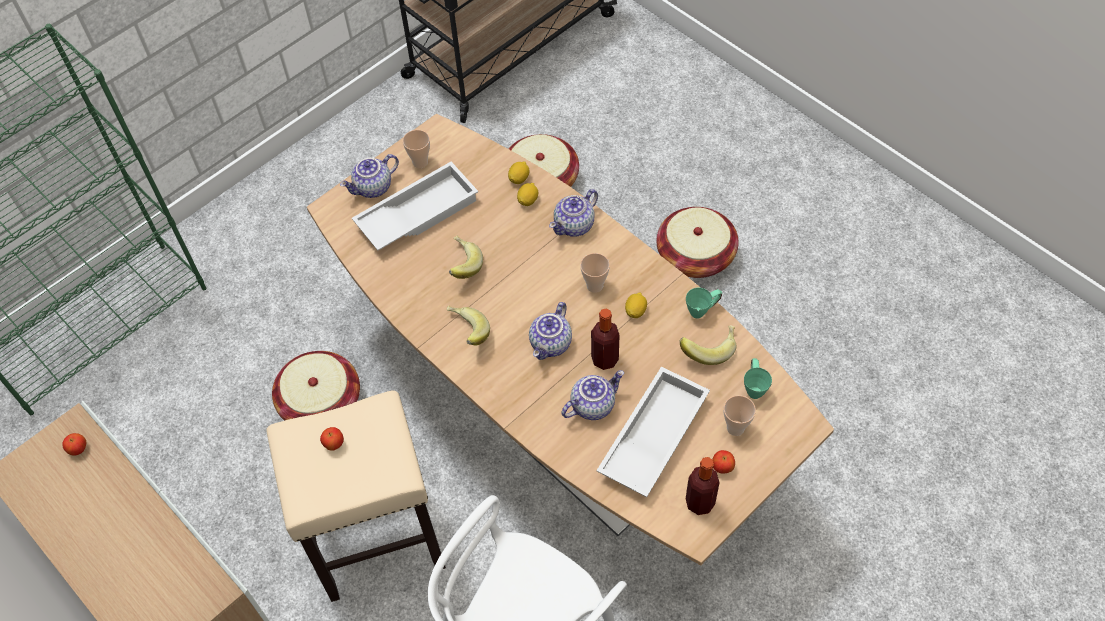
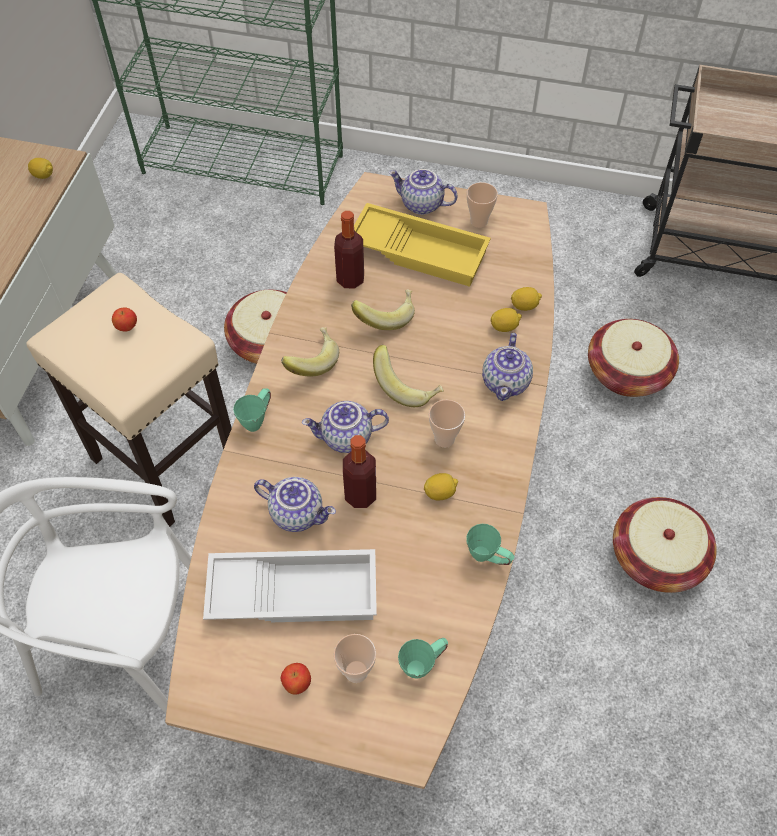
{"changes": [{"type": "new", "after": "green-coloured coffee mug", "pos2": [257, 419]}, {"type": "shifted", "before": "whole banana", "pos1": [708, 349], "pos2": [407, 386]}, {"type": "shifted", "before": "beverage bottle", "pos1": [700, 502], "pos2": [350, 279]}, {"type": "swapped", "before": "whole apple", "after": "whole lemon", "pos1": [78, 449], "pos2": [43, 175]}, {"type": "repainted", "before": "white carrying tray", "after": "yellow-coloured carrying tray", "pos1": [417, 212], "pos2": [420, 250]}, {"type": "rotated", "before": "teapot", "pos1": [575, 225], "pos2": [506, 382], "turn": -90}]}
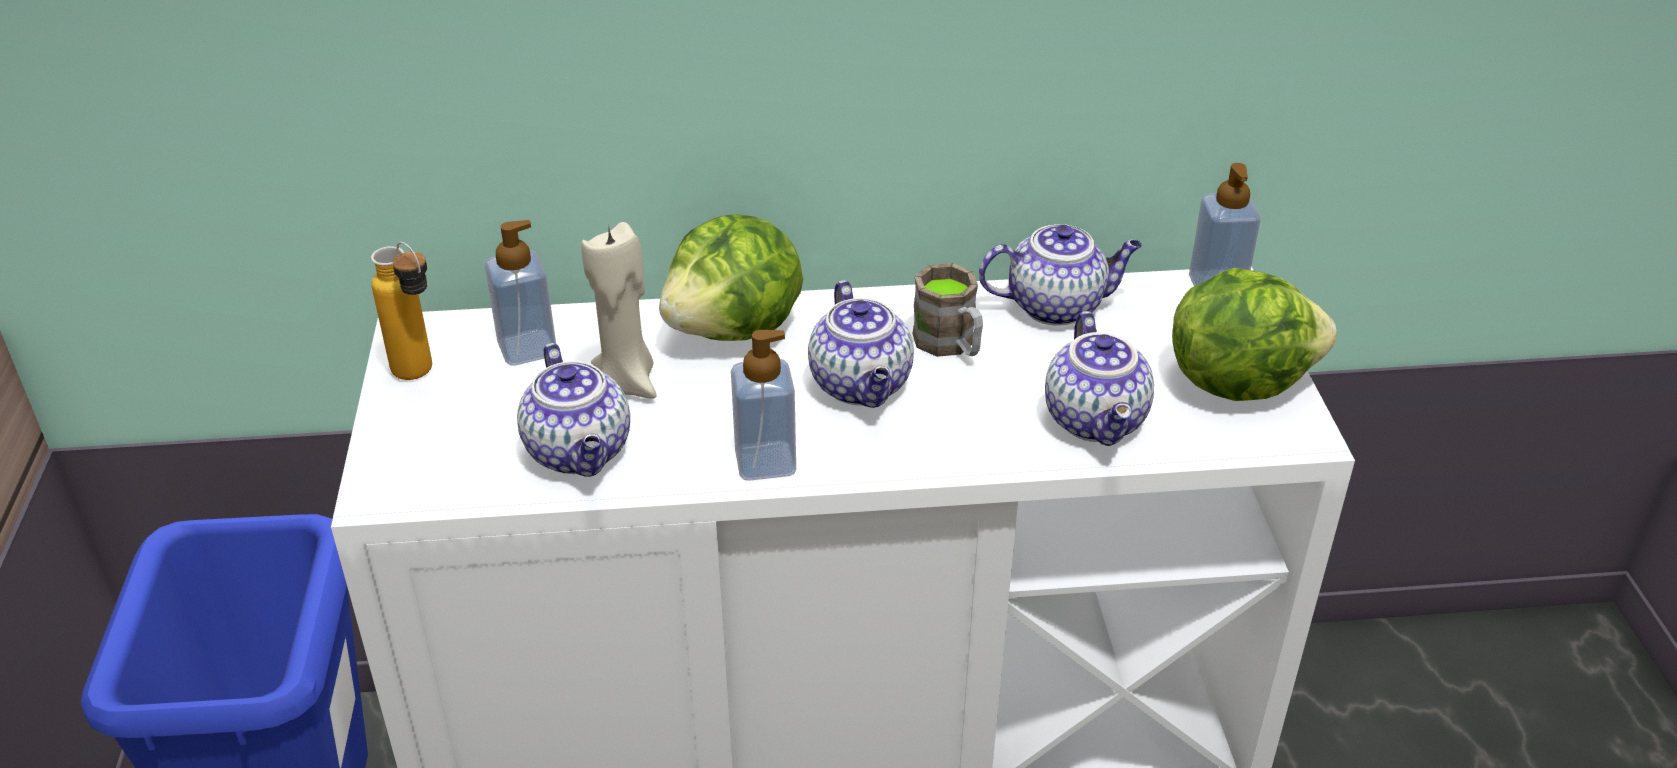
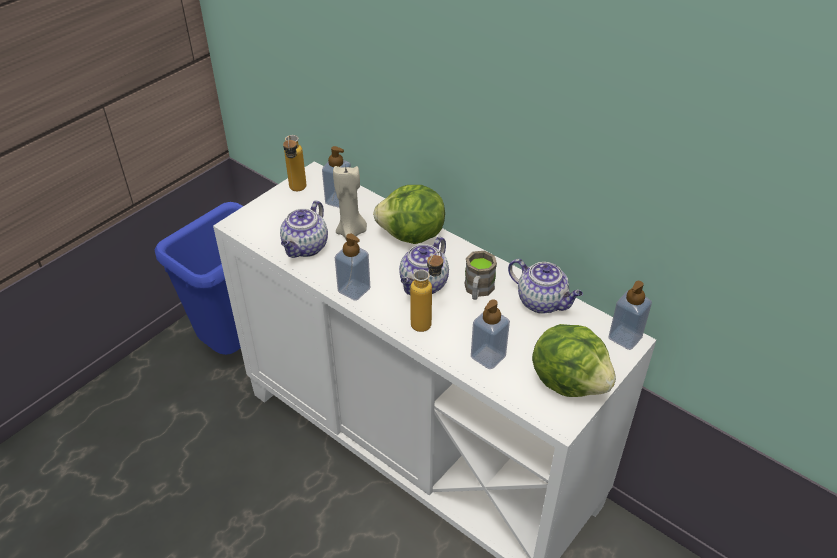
{"changes": [{"type": "new", "after": "beverage bottle", "pos2": [427, 320]}, {"type": "swapped", "before": "teapot", "after": "soap dispenser", "pos1": [1098, 421], "pos2": [488, 357]}]}
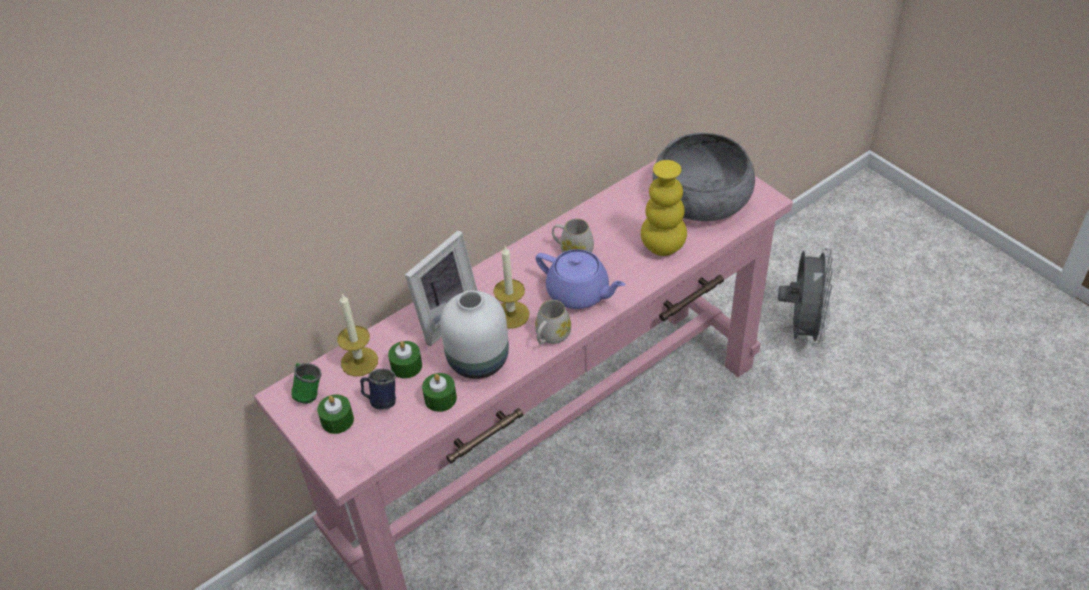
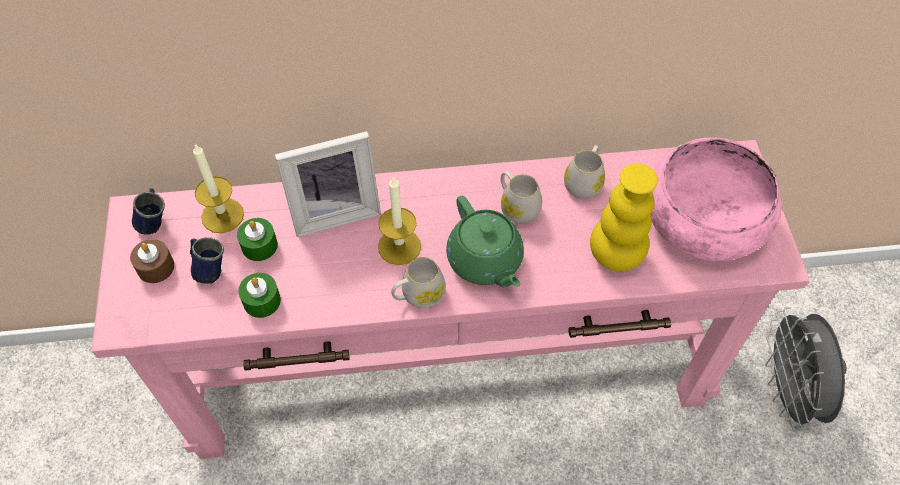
{"changes": [{"type": "gone", "before": "white decorative vase", "pos1": [479, 361]}, {"type": "new", "after": "white coffee mug", "pos2": [584, 182]}, {"type": "repainted", "before": "green-coloured coffee mug", "after": "blue coffee mug", "pos1": [307, 392], "pos2": [154, 221]}, {"type": "repainted", "before": "green-coloured wax light", "after": "brownish wax light", "pos1": [337, 420], "pos2": [155, 267]}, {"type": "repainted", "before": "purple-coloured teapot", "after": "green-coloured teapot", "pos1": [579, 293], "pos2": [485, 261]}, {"type": "repainted", "before": "greyish bowl", "after": "pink bowl", "pos1": [701, 198], "pos2": [704, 219]}, {"type": "rotated", "before": "greyish cooling fan", "pos1": [801, 328], "pos2": [788, 393], "turn": 135}]}
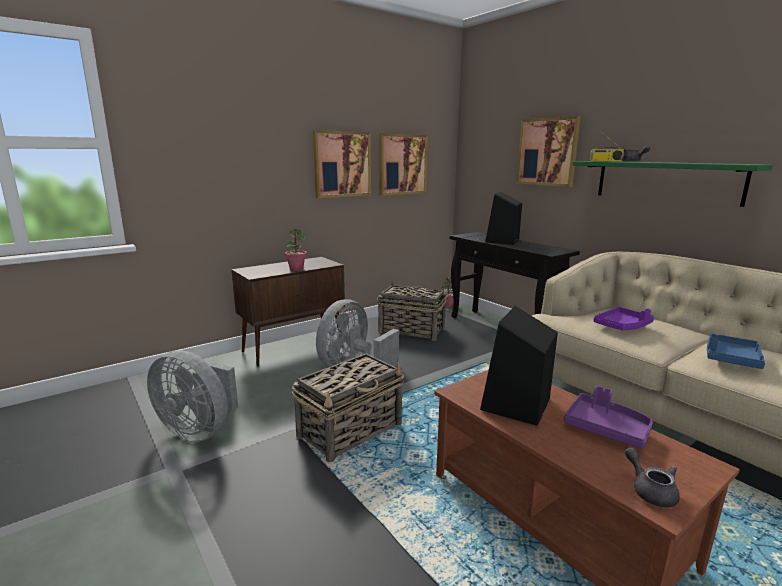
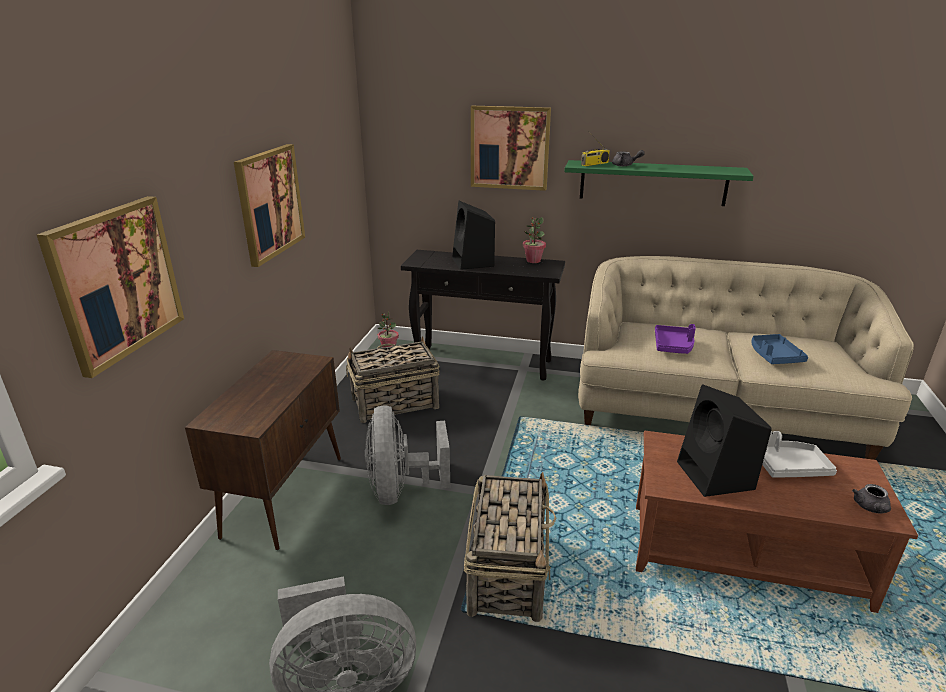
{"changes": [{"type": "shifted", "before": "houseplant", "pos1": [296, 269], "pos2": [533, 261]}, {"type": "shifted", "before": "wall picture", "pos1": [402, 164], "pos2": [116, 282]}, {"type": "repainted", "before": "purple-coloured carrying tray", "after": "greyish carrying tray", "pos1": [606, 429], "pos2": [789, 466]}, {"type": "rotated", "before": "greyish teapot", "pos1": [650, 490], "pos2": [871, 508], "turn": -105}]}
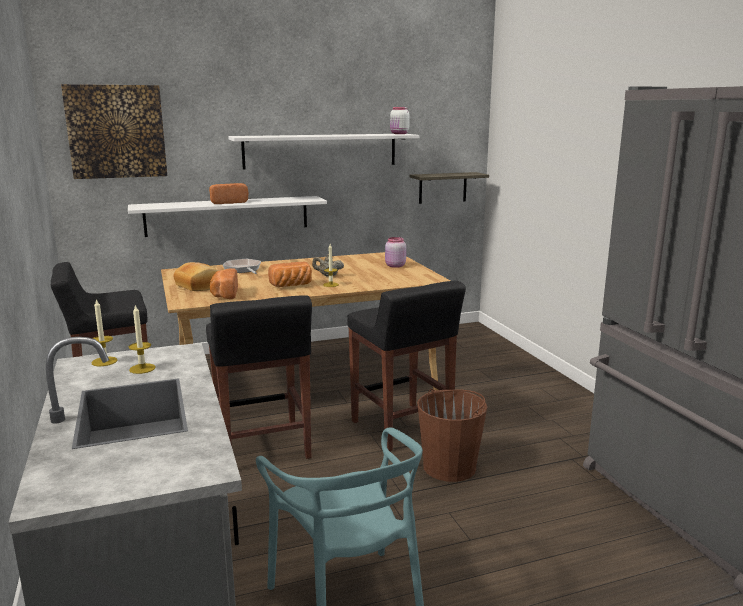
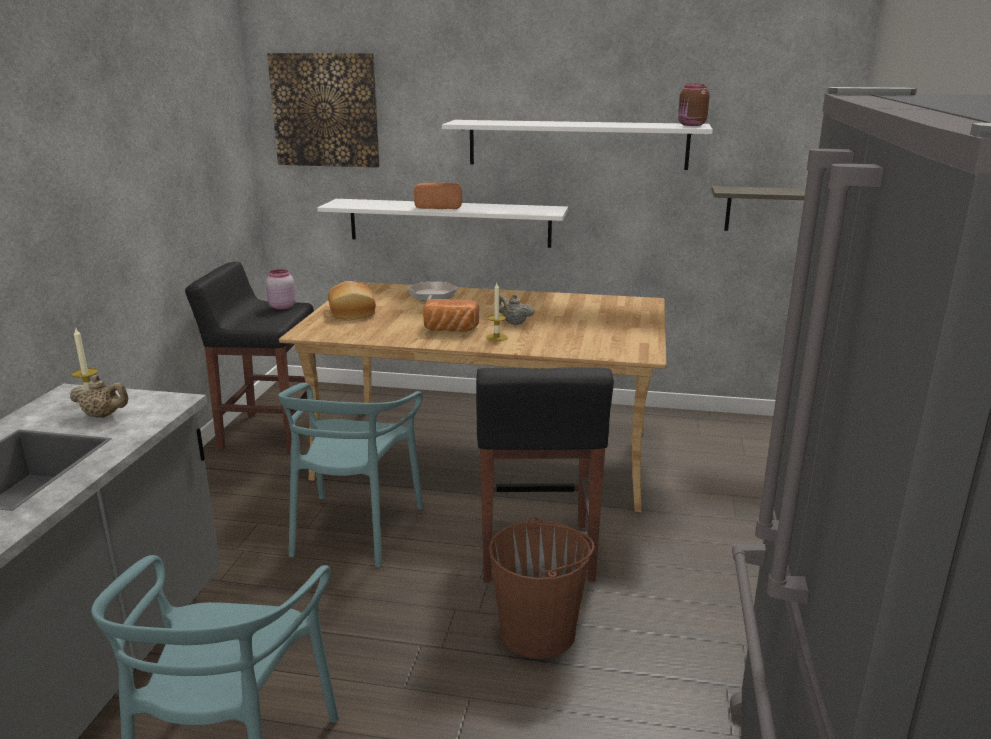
{"changes": [{"type": "gone", "before": "baked bread", "pos1": [224, 294]}, {"type": "shifted", "before": "pink storage jar", "pos1": [394, 266], "pos2": [281, 307]}, {"type": "swapped", "before": "wax light", "after": "beige-coloured teapot", "pos1": [142, 368], "pos2": [103, 415]}, {"type": "swapped", "before": "black stool seat", "after": "blue-green upright chair", "pos1": [263, 448], "pos2": [354, 529]}, {"type": "repainted", "before": "white storage jar", "after": "brownish storage jar", "pos1": [399, 134], "pos2": [691, 125]}]}
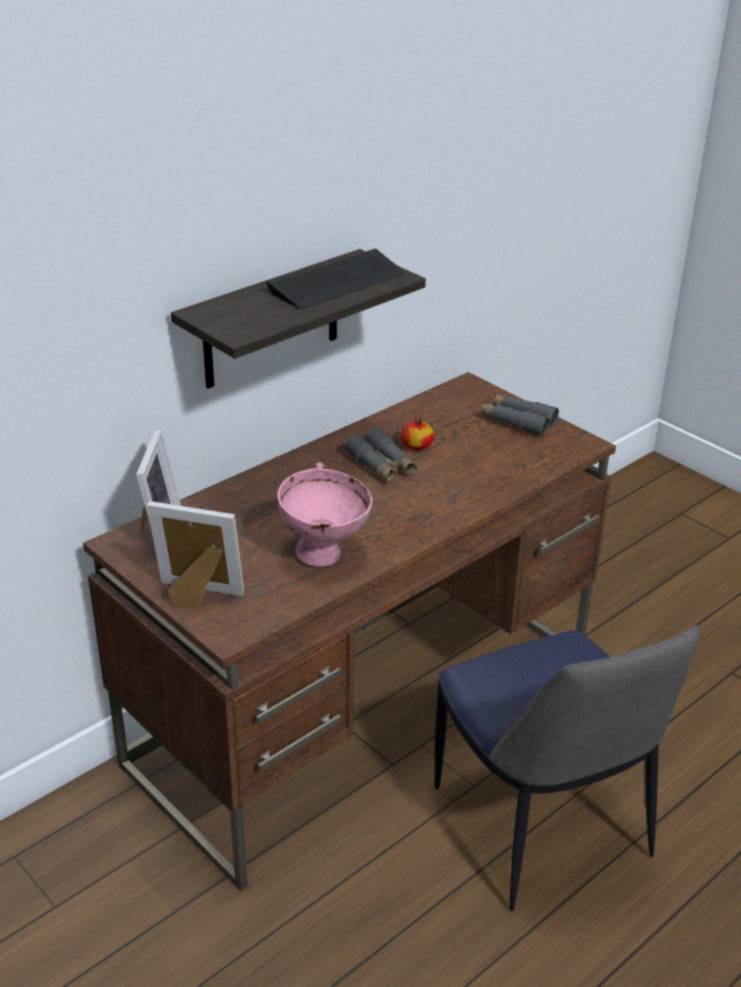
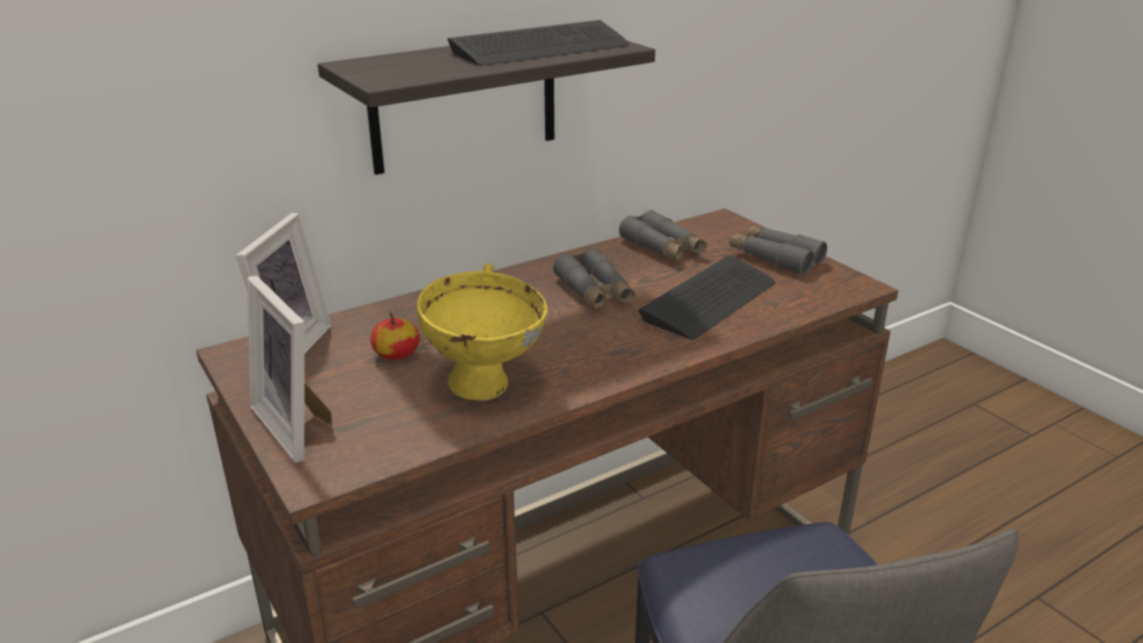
{"changes": [{"type": "new", "after": "greyish pair of binoculars", "pos2": [663, 248]}, {"type": "new", "after": "keyboard", "pos2": [709, 300]}, {"type": "shifted", "before": "whole apple", "pos1": [417, 446], "pos2": [396, 354]}, {"type": "repainted", "before": "pink bowl", "after": "yellow-coloured bowl", "pos1": [324, 555], "pos2": [486, 387]}, {"type": "rotated", "before": "photo frame", "pos1": [197, 597], "pos2": [298, 425], "turn": -150}]}
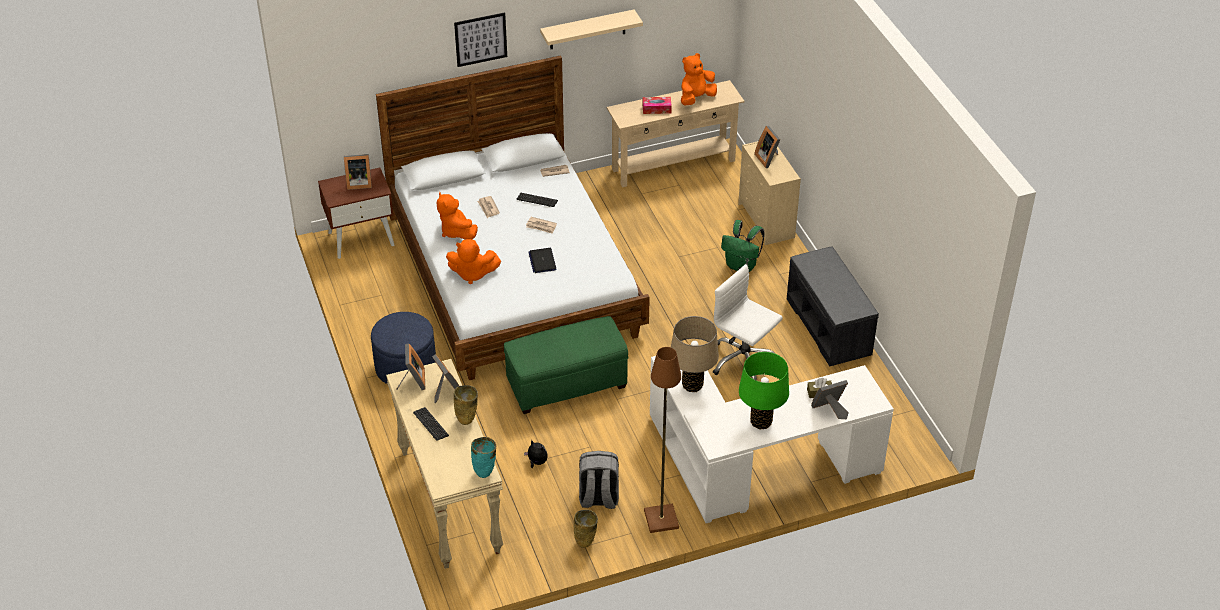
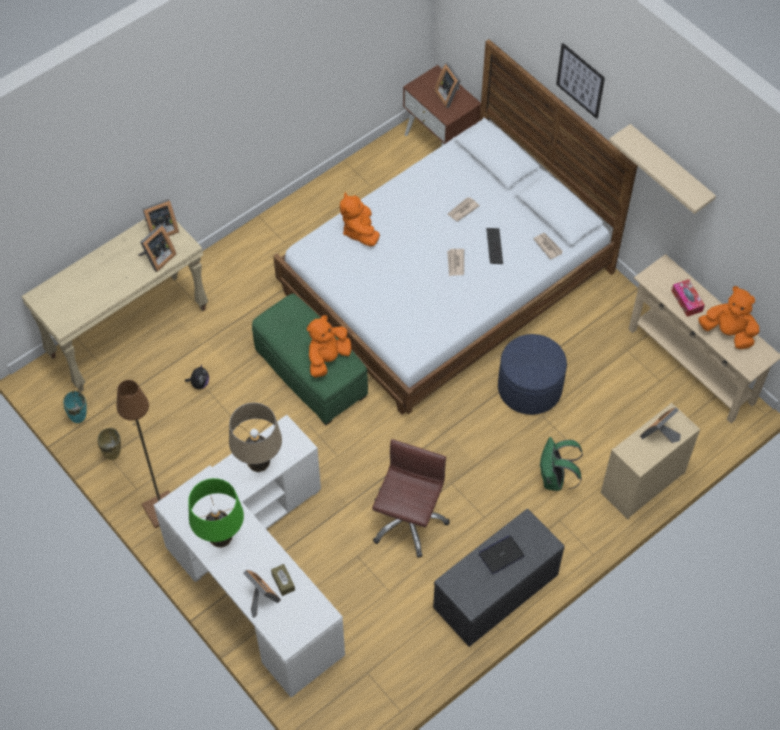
{"changes": [{"type": "gone", "before": "keyboard", "pos1": [430, 424]}, {"type": "gone", "before": "beige-coloured decorative vase", "pos1": [467, 420]}, {"type": "gone", "before": "greyish backpack", "pos1": [598, 498]}, {"type": "shifted", "before": "blue footrest", "pos1": [405, 367], "pos2": [529, 388]}, {"type": "shifted", "before": "orange-coloured cuddly toy", "pos1": [456, 232], "pos2": [327, 358]}, {"type": "shifted", "before": "blue-green decorative vase", "pos1": [485, 472], "pos2": [79, 419]}, {"type": "shifted", "before": "portable computer", "pos1": [542, 261], "pos2": [501, 555]}, {"type": "repainted", "before": "white office chair", "after": "brownish office chair", "pos1": [743, 360], "pos2": [407, 521]}]}
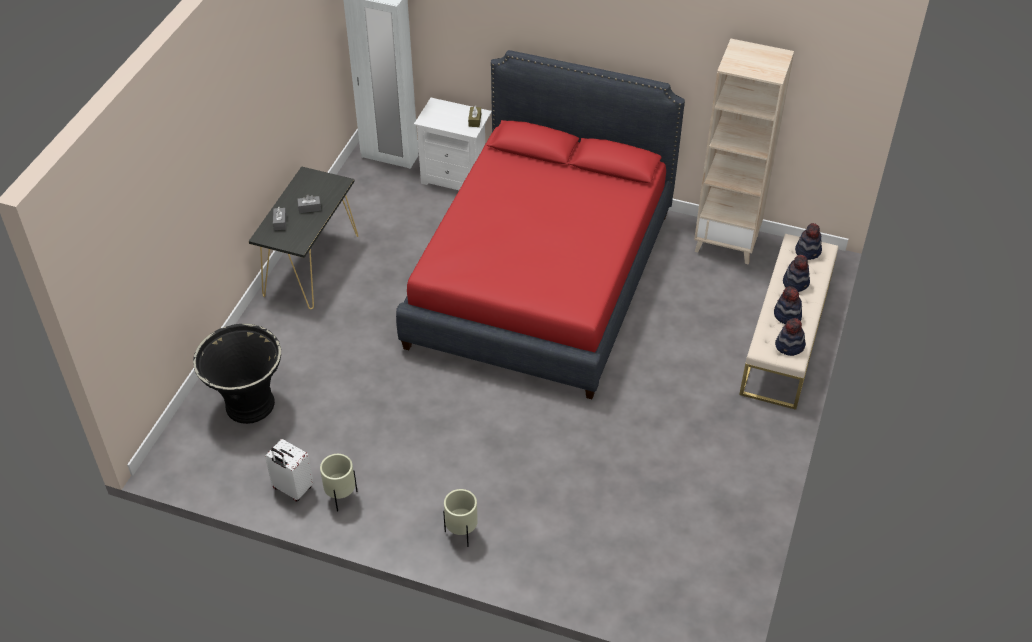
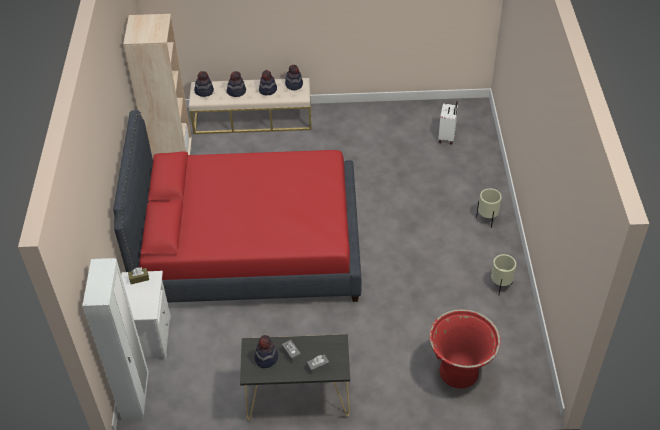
{"changes": [{"type": "new", "after": "clothing hat", "pos2": [266, 358]}, {"type": "shifted", "before": "white travel case", "pos1": [292, 489], "pos2": [447, 137]}, {"type": "repainted", "before": "black flower pot", "after": "reddish flower pot", "pos1": [248, 405], "pos2": [459, 373]}]}
